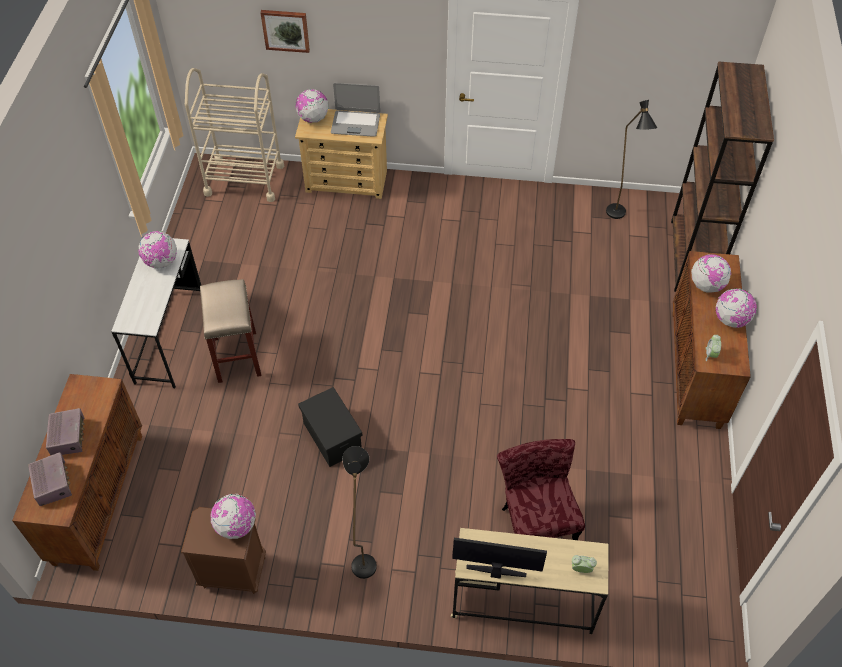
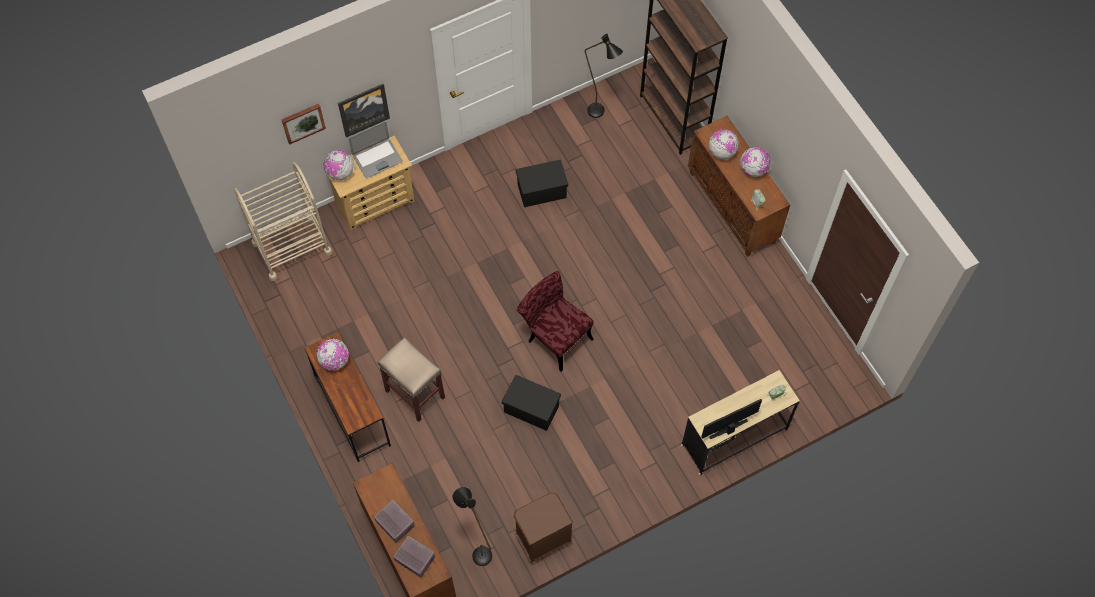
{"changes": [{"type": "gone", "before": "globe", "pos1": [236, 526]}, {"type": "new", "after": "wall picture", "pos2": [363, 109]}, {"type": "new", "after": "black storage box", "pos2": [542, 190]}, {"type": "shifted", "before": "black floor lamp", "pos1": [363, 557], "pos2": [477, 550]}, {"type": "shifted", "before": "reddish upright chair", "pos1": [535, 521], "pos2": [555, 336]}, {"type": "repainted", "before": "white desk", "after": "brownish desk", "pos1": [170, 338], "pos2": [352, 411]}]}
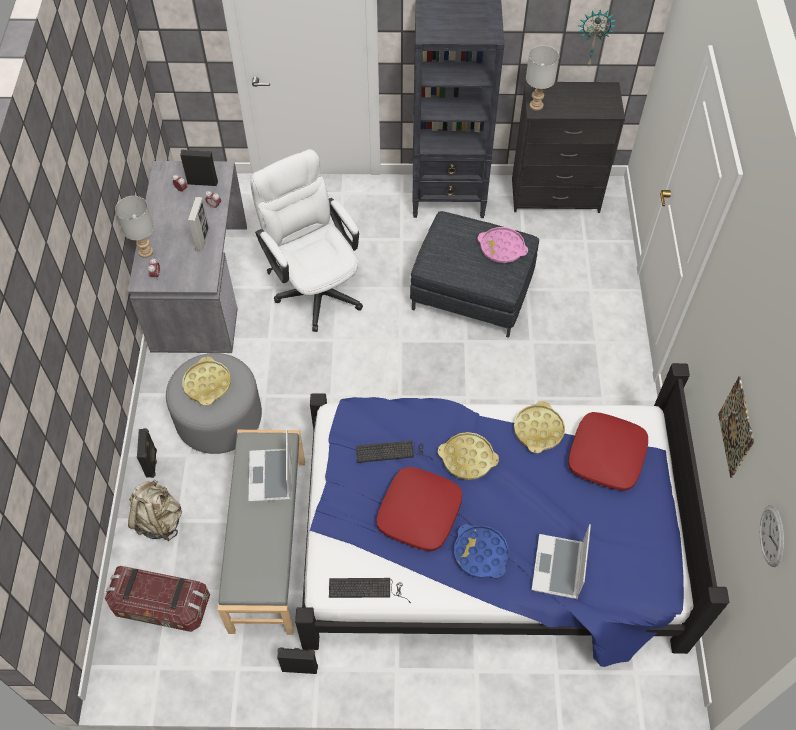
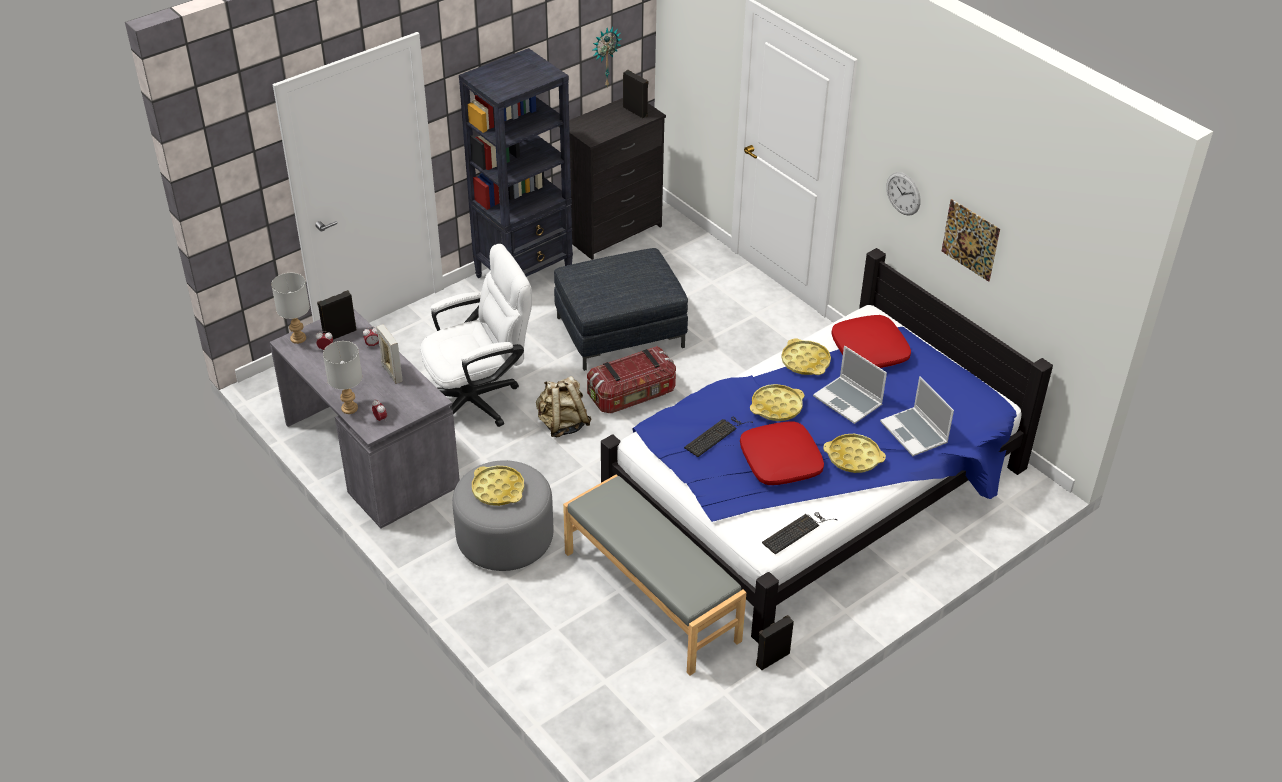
{"changes": [{"type": "gone", "before": "pink carrying tray", "pos1": [502, 248]}, {"type": "shifted", "before": "storage box", "pos1": [161, 606], "pos2": [632, 395]}, {"type": "shifted", "before": "beige-coloured backpack", "pos1": [159, 520], "pos2": [562, 424]}, {"type": "shifted", "before": "black loudspeaker", "pos1": [152, 463], "pos2": [636, 111]}, {"type": "shifted", "before": "portable computer", "pos1": [272, 477], "pos2": [849, 401]}, {"type": "shifted", "before": "greyish lamp for a table", "pos1": [536, 105], "pos2": [298, 338]}, {"type": "shifted", "before": "wall clock", "pos1": [772, 536], "pos2": [903, 193]}, {"type": "repainted", "before": "blue carrying tray", "after": "yellow-coloured carrying tray", "pos1": [480, 554], "pos2": [853, 457]}, {"type": "rotated", "before": "white office chair", "pos1": [315, 286], "pos2": [479, 399], "turn": 135}]}
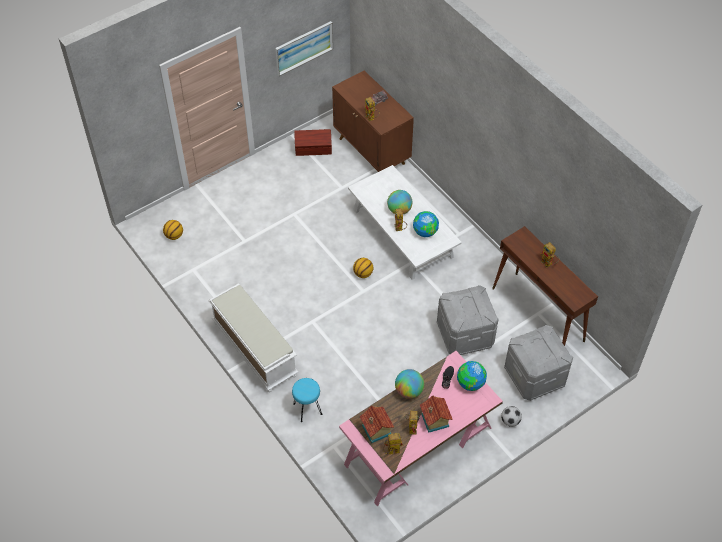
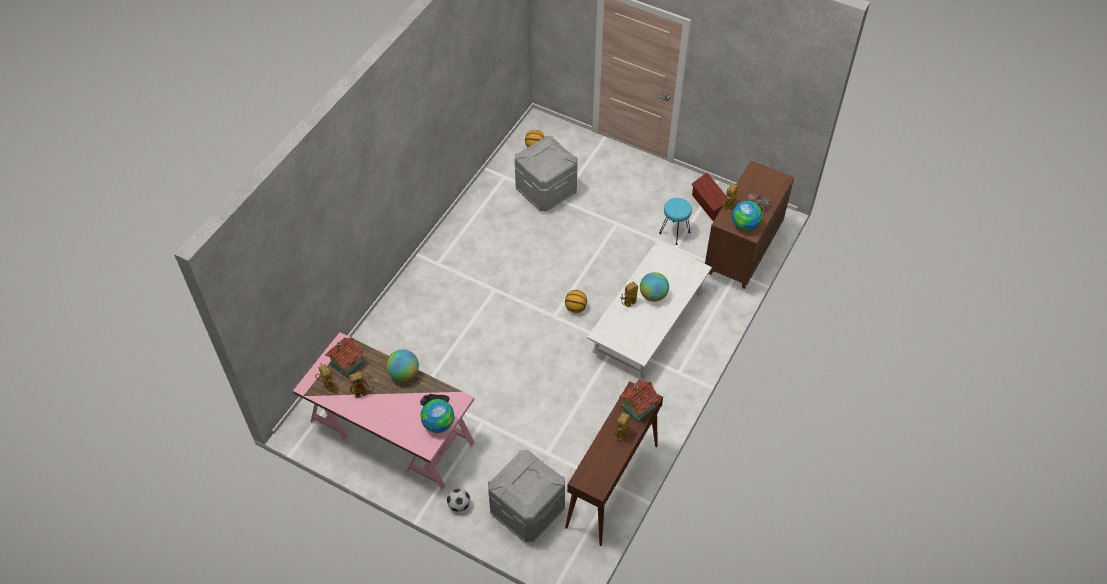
{"changes": [{"type": "gone", "before": "white indoor bench", "pos1": [254, 349]}, {"type": "gone", "before": "wall picture", "pos1": [304, 47]}, {"type": "shifted", "before": "blue-green stool seat", "pos1": [307, 409], "pos2": [674, 232]}, {"type": "shifted", "before": "globe", "pos1": [425, 232], "pos2": [745, 225]}, {"type": "shifted", "before": "miniature house", "pos1": [434, 420], "pos2": [637, 406]}, {"type": "shifted", "before": "greyish storage box", "pos1": [464, 335], "pos2": [546, 190]}]}
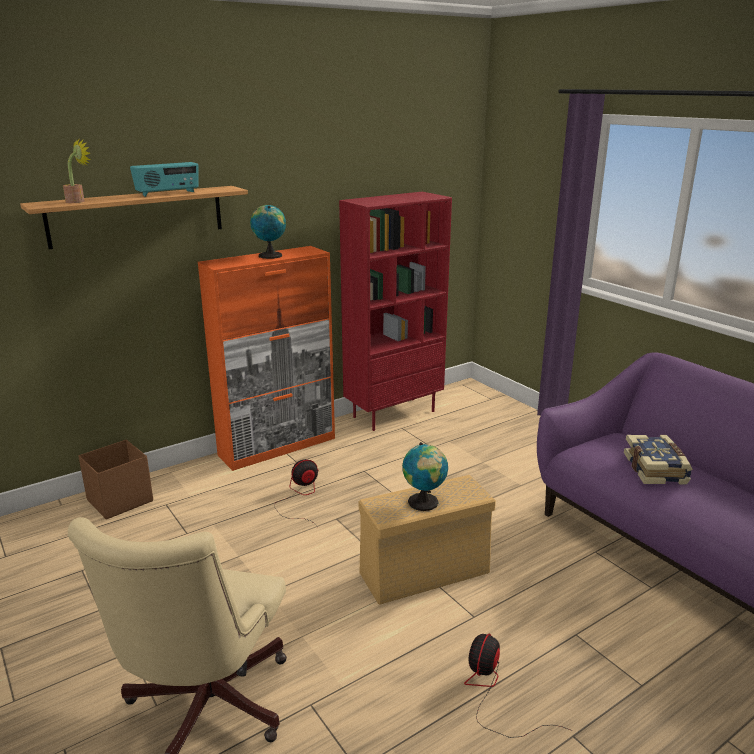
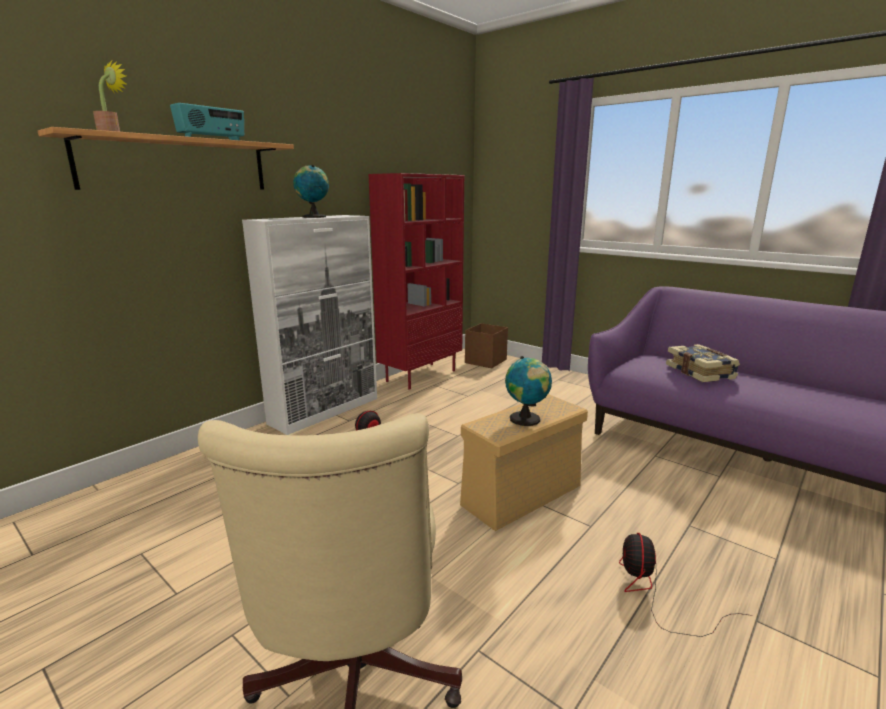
{"changes": [{"type": "shifted", "before": "brownish storage box", "pos1": [119, 501], "pos2": [485, 361]}, {"type": "repainted", "before": "orange-coloured storage cabinet", "after": "white storage cabinet", "pos1": [278, 446], "pos2": [325, 410]}]}
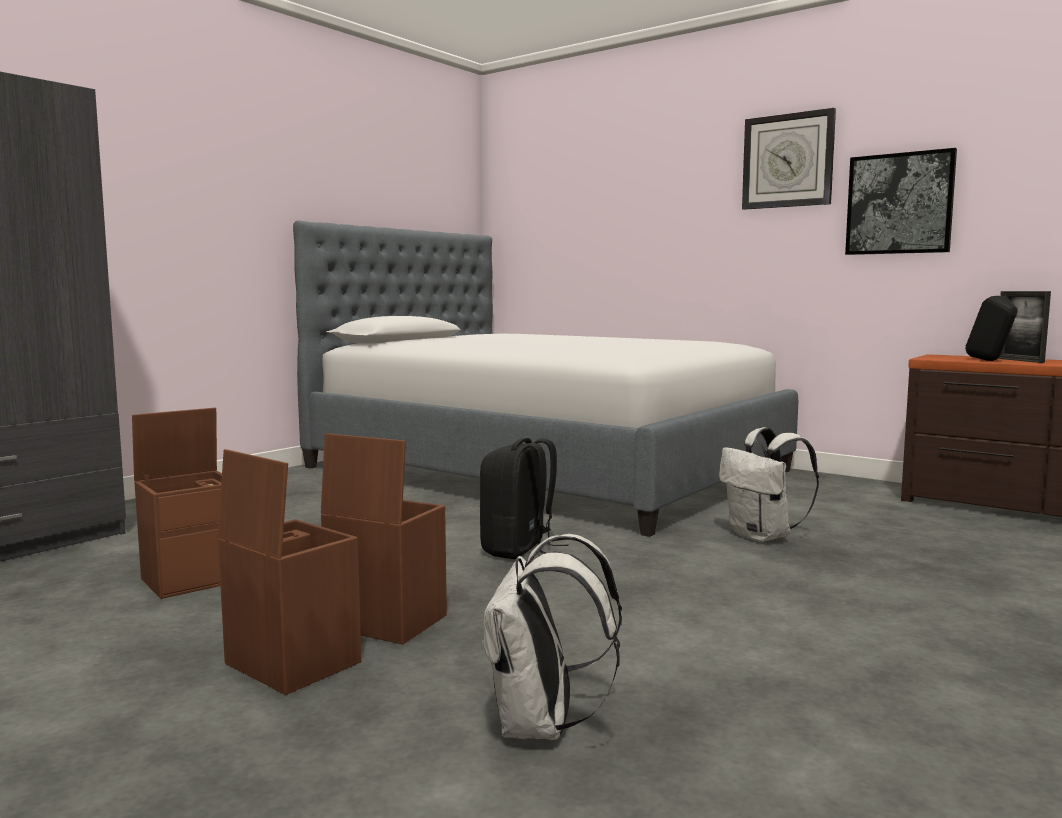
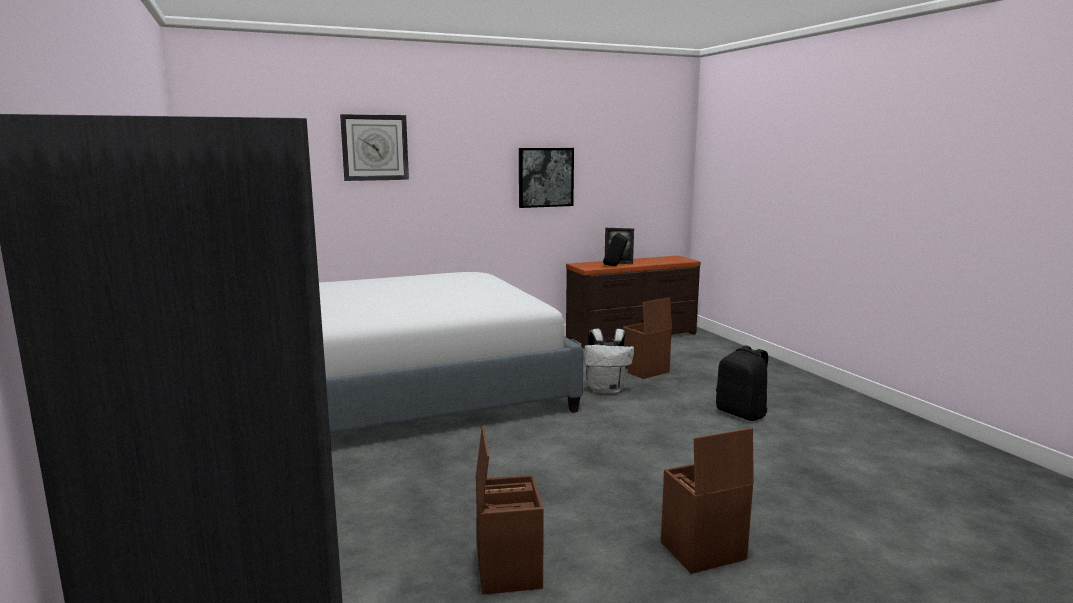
{"changes": [{"type": "gone", "before": "white backpack", "pos1": [541, 726]}, {"type": "shifted", "before": "brownish storage box", "pos1": [384, 621], "pos2": [645, 371]}, {"type": "shifted", "before": "black backpack", "pos1": [519, 550], "pos2": [742, 413]}, {"type": "shifted", "before": "wall clock", "pos1": [788, 161], "pos2": [375, 147]}]}
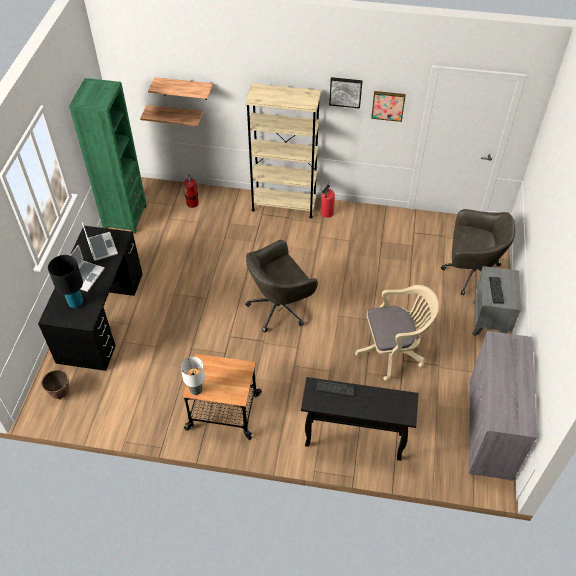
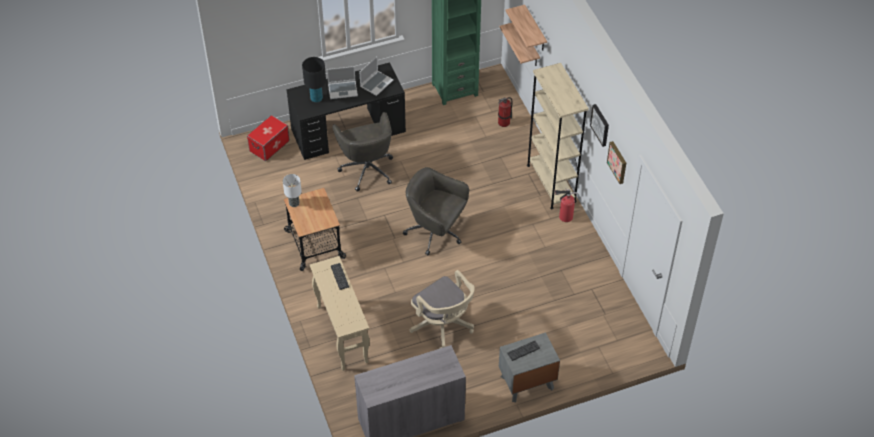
{"changes": [{"type": "shifted", "before": "greyish office chair", "pos1": [470, 273], "pos2": [367, 168]}, {"type": "swapped", "before": "flower pot", "after": "storage box", "pos1": [60, 393], "pos2": [269, 145]}, {"type": "repainted", "before": "black hall table", "after": "beige-coloured hall table", "pos1": [353, 440], "pos2": [341, 333]}]}
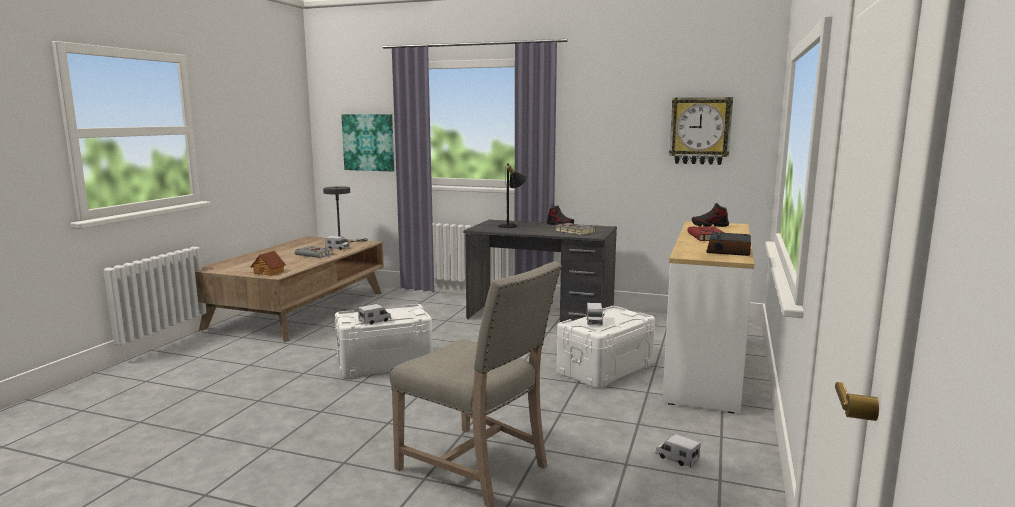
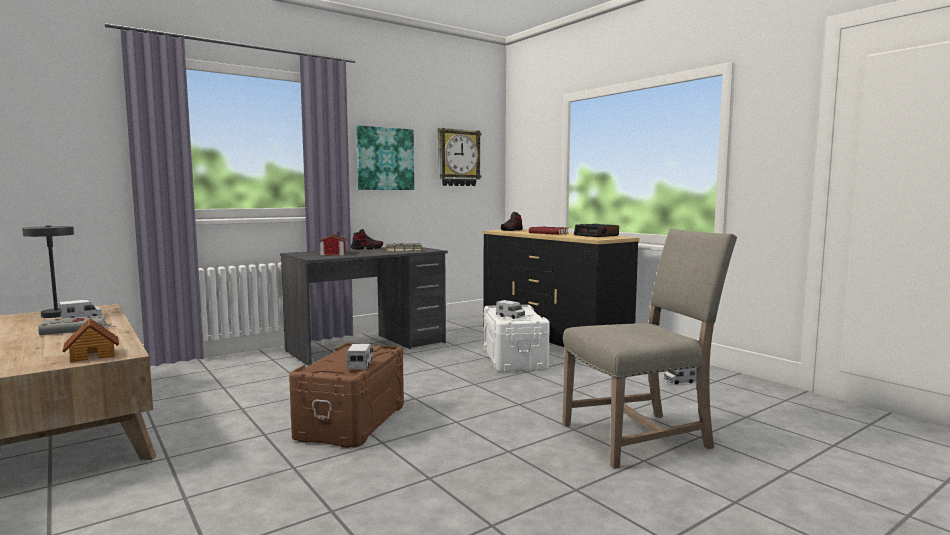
{"changes": [{"type": "shifted", "before": "wall picture", "pos1": [369, 142], "pos2": [385, 159]}, {"type": "swapped", "before": "black lamp for a table", "after": "miniature house", "pos1": [511, 226], "pos2": [332, 253]}, {"type": "repainted", "before": "white storage box", "after": "brownish storage box", "pos1": [384, 363], "pos2": [350, 422]}, {"type": "repainted", "before": "white drawer chest", "after": "black drawer chest", "pos1": [706, 367], "pos2": [552, 339]}]}
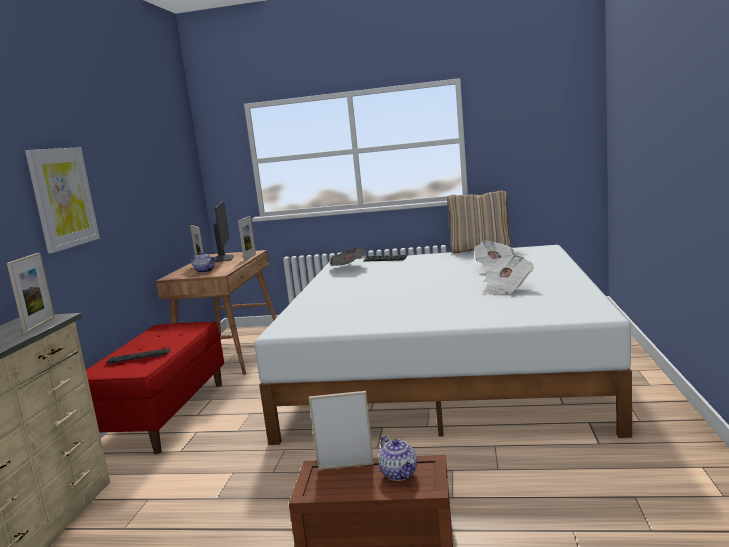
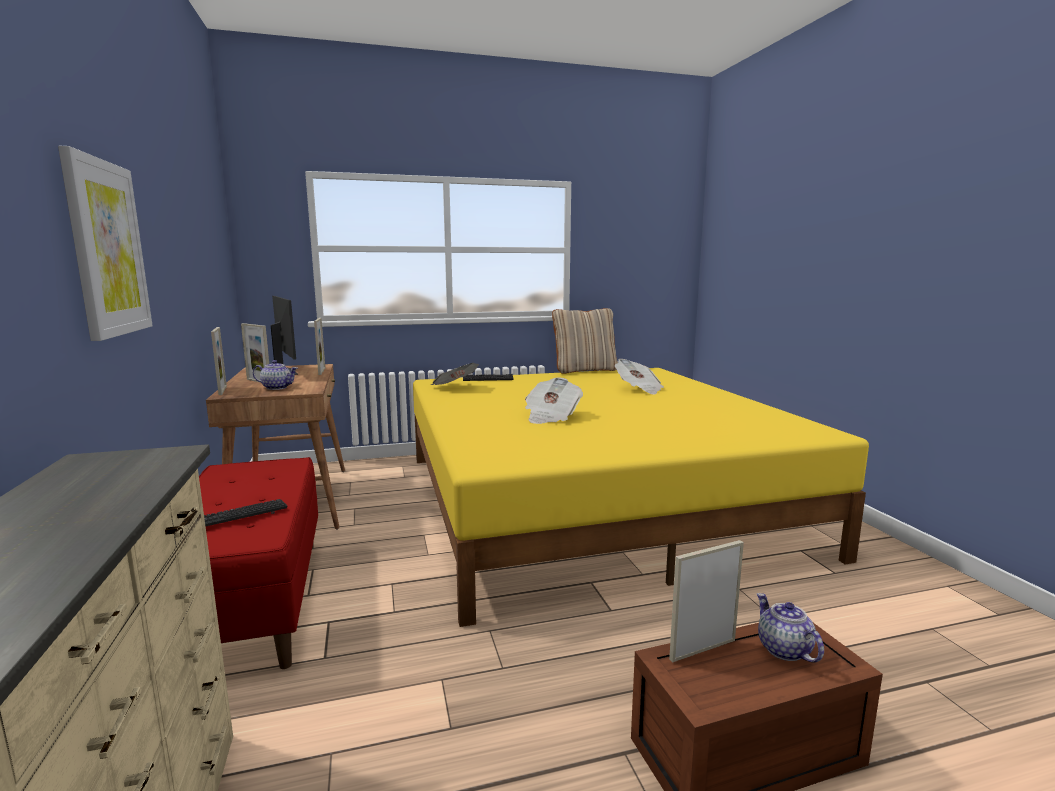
{"changes": [{"type": "shifted", "before": "photo frame", "pos1": [39, 325], "pos2": [222, 390]}, {"type": "shifted", "before": "printed paper", "pos1": [506, 289], "pos2": [551, 417]}, {"type": "repainted", "before": "white bed", "after": "yellow-coloured bed", "pos1": [444, 367], "pos2": [592, 501]}, {"type": "rotated", "before": "teapot", "pos1": [399, 473], "pos2": [783, 649], "turn": -150}]}
